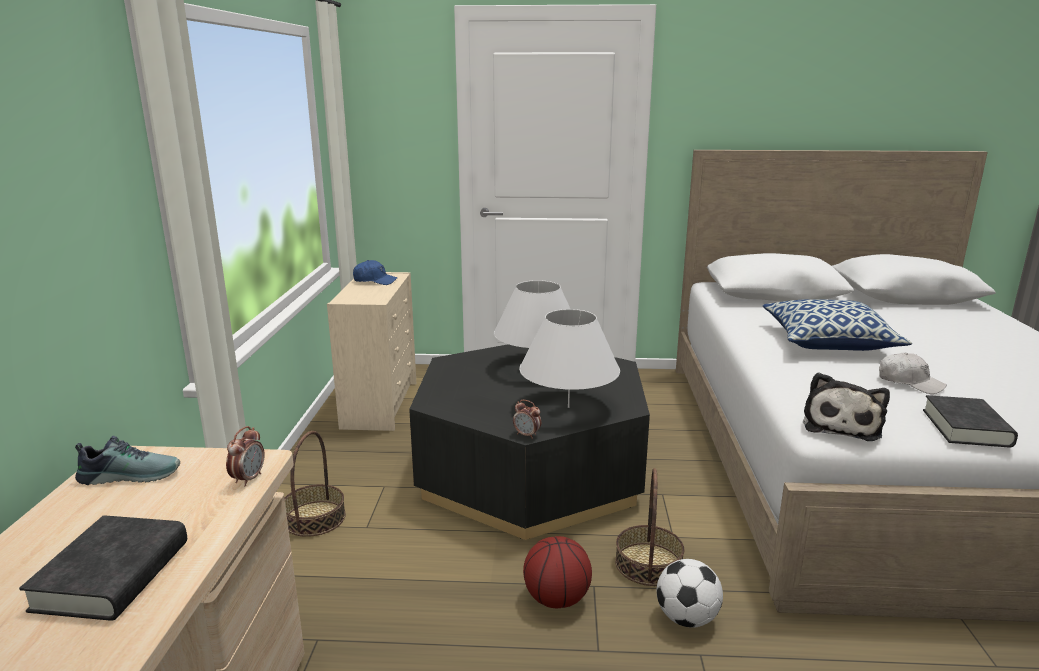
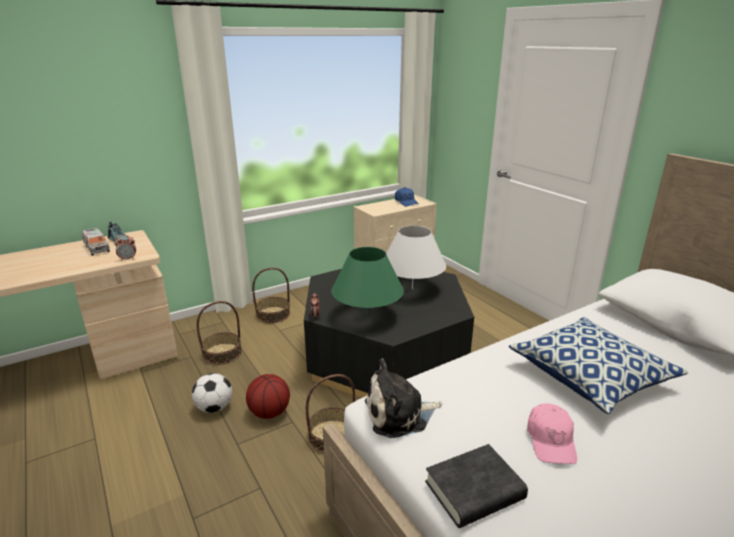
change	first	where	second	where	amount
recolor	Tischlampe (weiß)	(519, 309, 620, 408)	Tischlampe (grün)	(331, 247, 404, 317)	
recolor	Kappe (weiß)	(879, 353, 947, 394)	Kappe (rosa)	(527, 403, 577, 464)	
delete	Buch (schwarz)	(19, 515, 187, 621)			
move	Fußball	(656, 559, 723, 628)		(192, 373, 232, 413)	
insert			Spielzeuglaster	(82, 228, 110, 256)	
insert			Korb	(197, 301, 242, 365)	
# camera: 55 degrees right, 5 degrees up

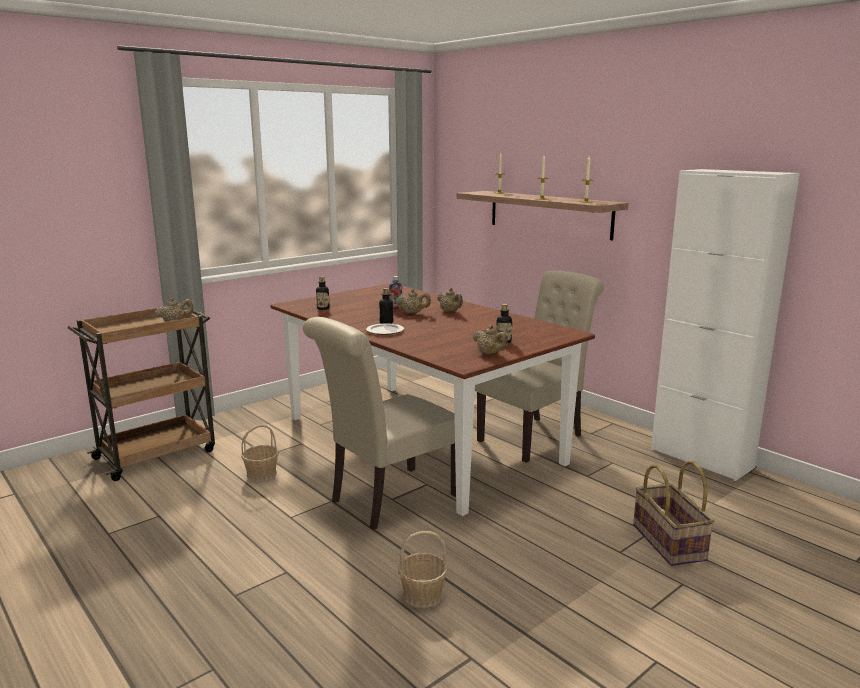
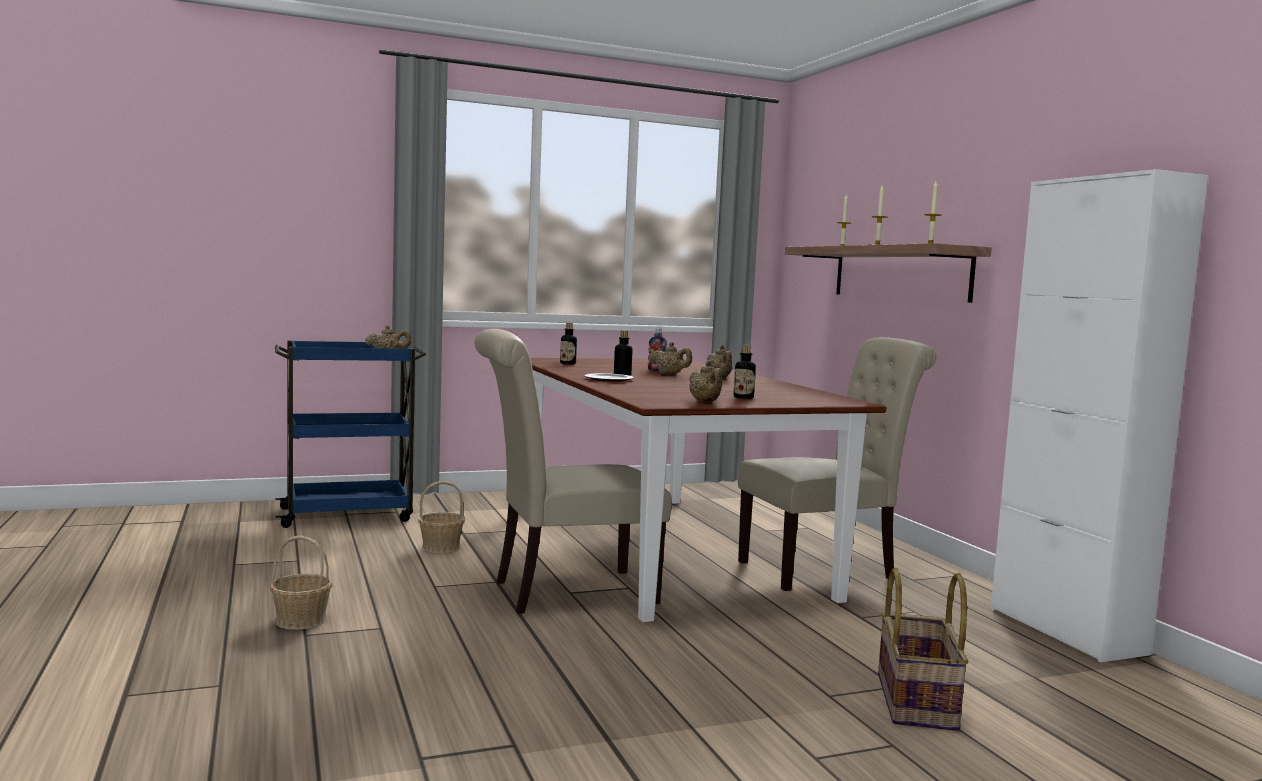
change	first	where	second	where	amount
recolor	Rollwagen (braun)	(68, 306, 215, 481)	Rollwagen (blau)	(275, 341, 426, 528)	
move	Korb	(398, 531, 448, 608)		(270, 535, 333, 630)	
# camera: 20 degrees right, 10 degrees down

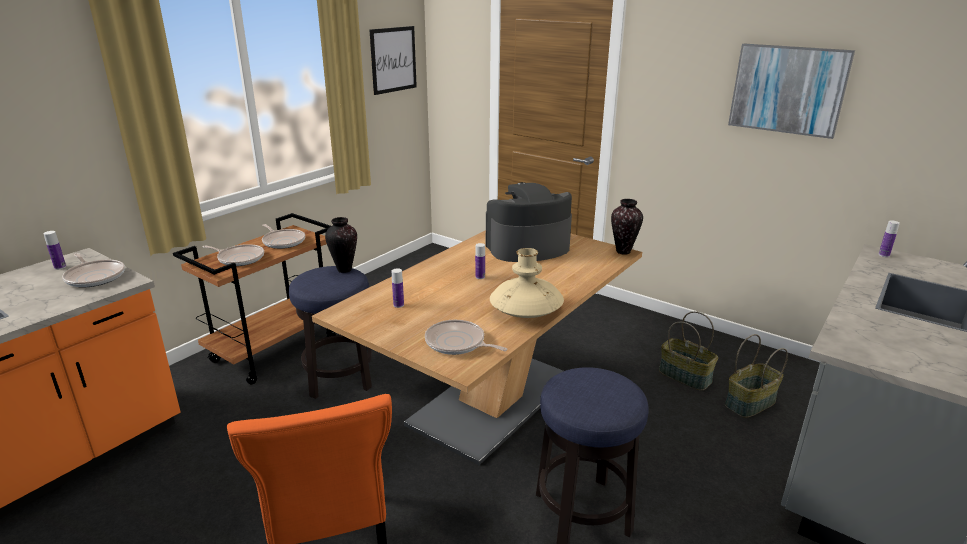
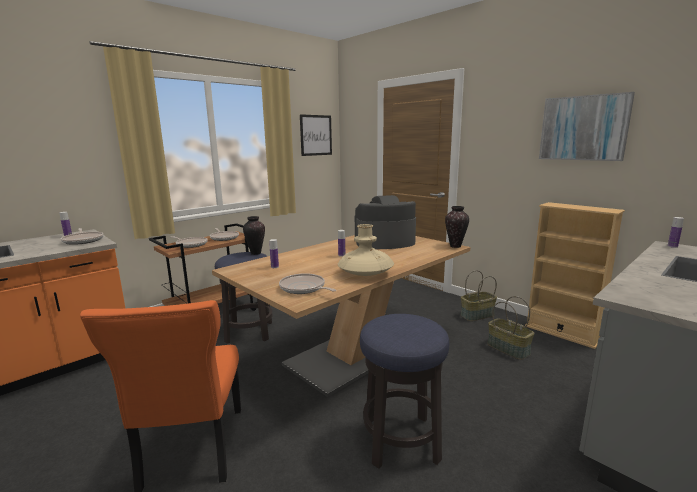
change	first	where	second	where	amount
move	Korb	(725, 334, 788, 418)		(460, 270, 497, 321)	
insert			Bücherregal (beige)	(525, 202, 625, 349)	
# camera: 10 degrees right, 10 degrees down

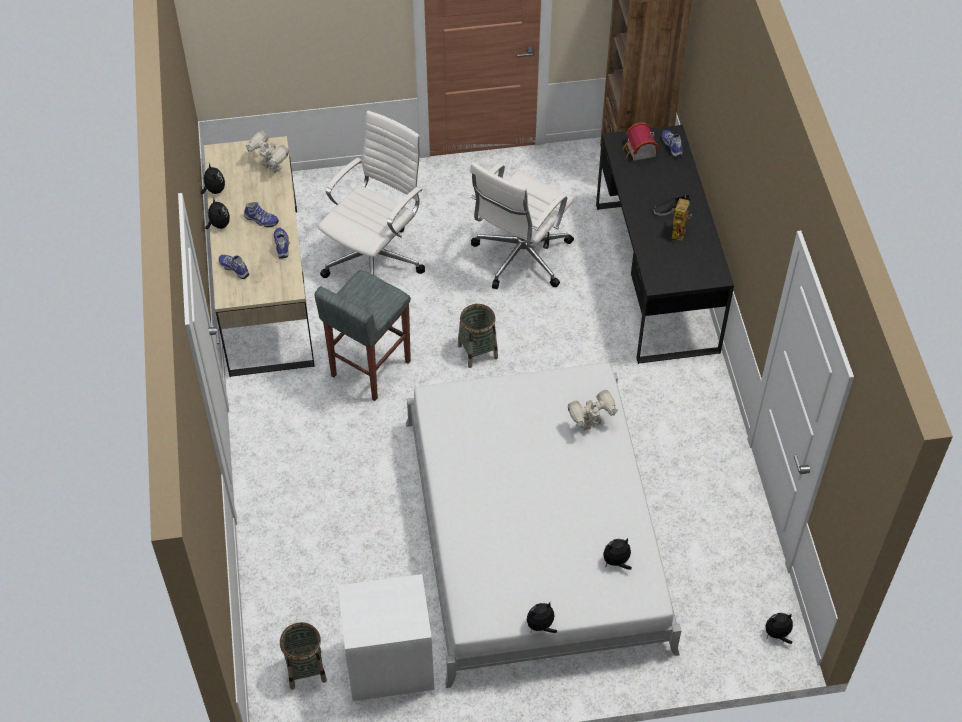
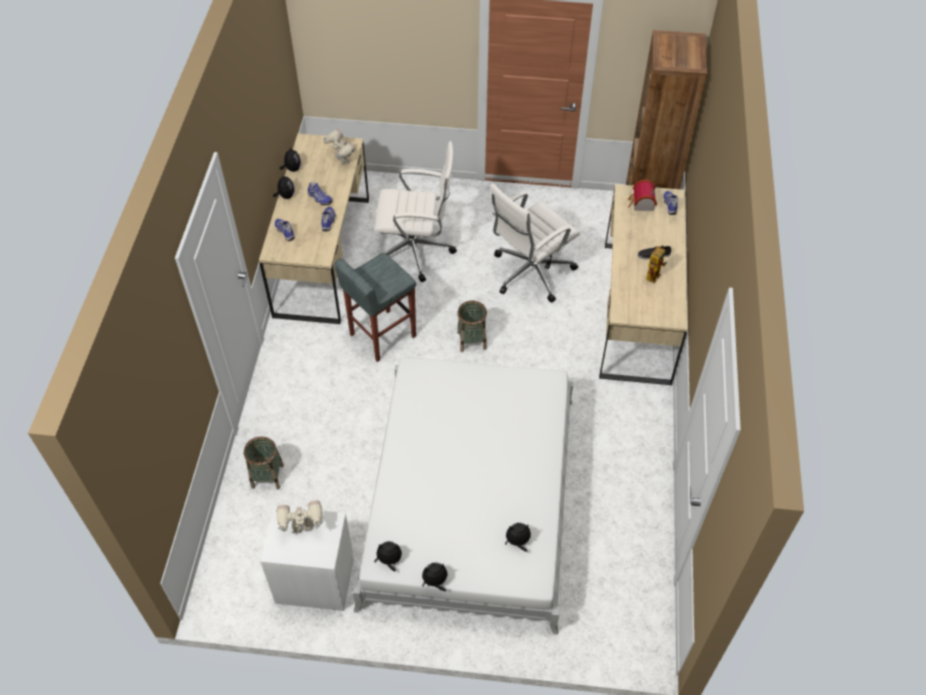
change	first	where	second	where	amount
rotate	Bürostuhl (weiß)	(318, 110, 425, 278)		(375, 141, 457, 282)	45 degrees clockwise
recolor	Schreibtisch (schwarz)	(596, 125, 734, 364)	Schreibtisch (beige)	(599, 184, 688, 386)	
move	Spielzeugroboter	(568, 390, 618, 431)		(277, 500, 323, 533)	
move	Plüschtier	(765, 613, 793, 644)		(374, 541, 402, 572)	
move	Korb	(280, 622, 327, 689)		(244, 436, 284, 489)	
# camera: 15 degrees right, 0 degrees up

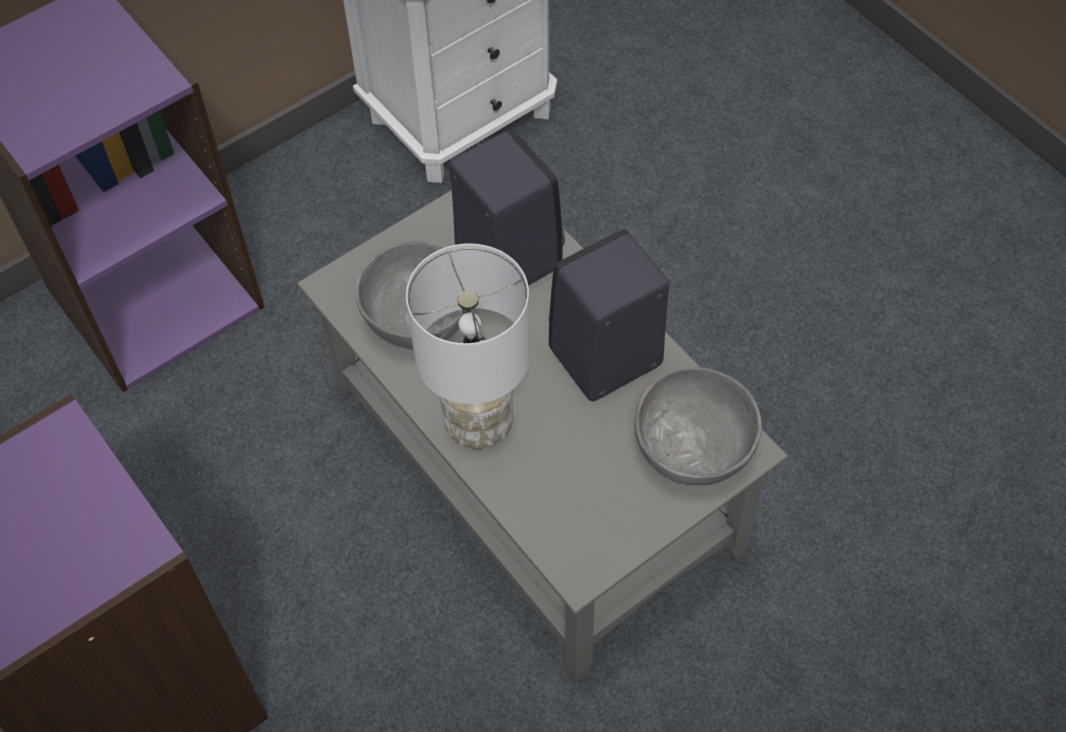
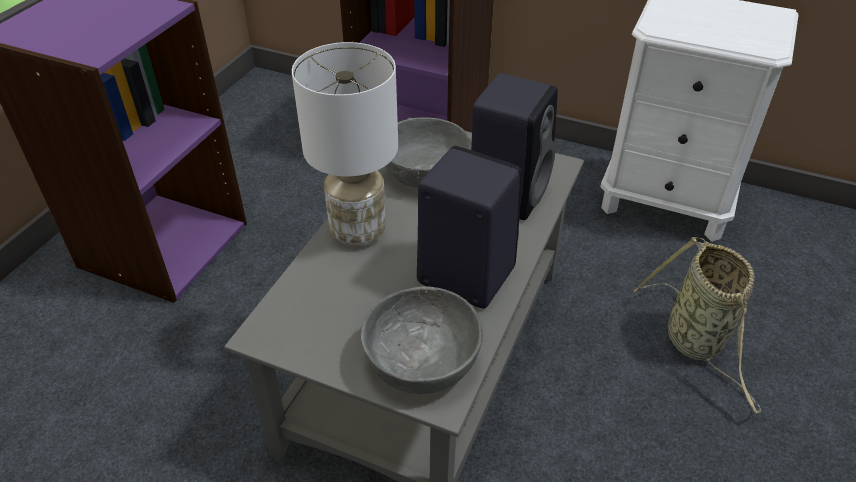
change	first	where	second	where	amount
insert			Korb	(633, 237, 761, 413)	
# camera: 60 degrees right, 15 degrees down

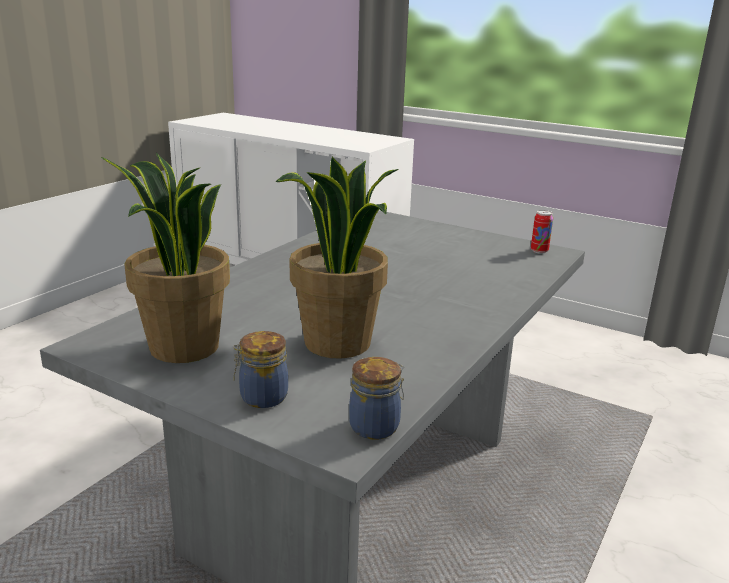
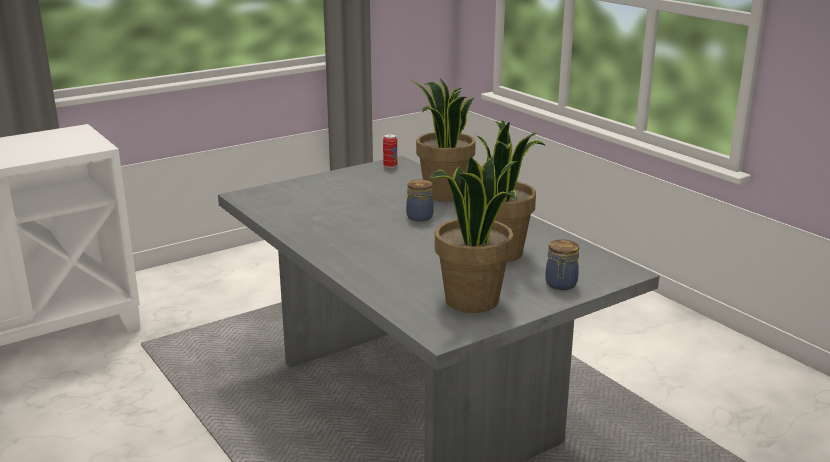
change	first	where	second	where	amount
move	Vorratsglas	(349, 357, 404, 439)		(406, 179, 434, 222)	
insert			Topfpflanze	(410, 78, 476, 201)	
# camera: 65 degrees left, 0 degrees up

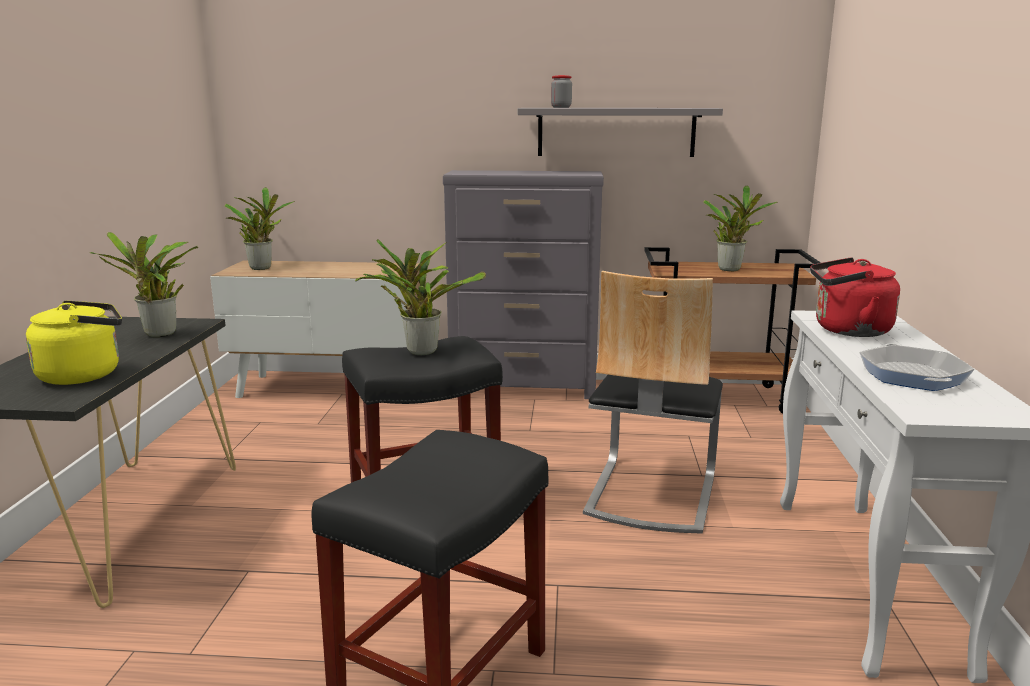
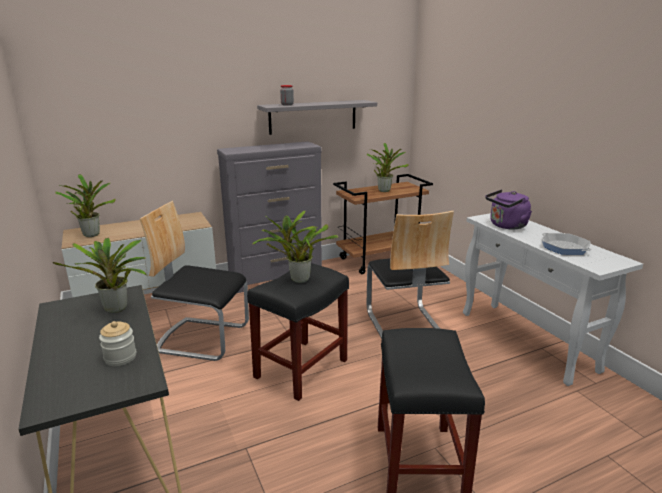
change	first	where	second	where	amount
recolor	Wasserkessel (rot)	(810, 257, 900, 337)	Wasserkessel (lila)	(485, 190, 532, 230)	
replace	Wasserkessel (gelb)	(26, 300, 122, 385)	Vorratsglas	(99, 321, 136, 366)	
insert			Stuhl	(140, 201, 249, 361)	
# camera: 30 degrees left, 5 degrees up

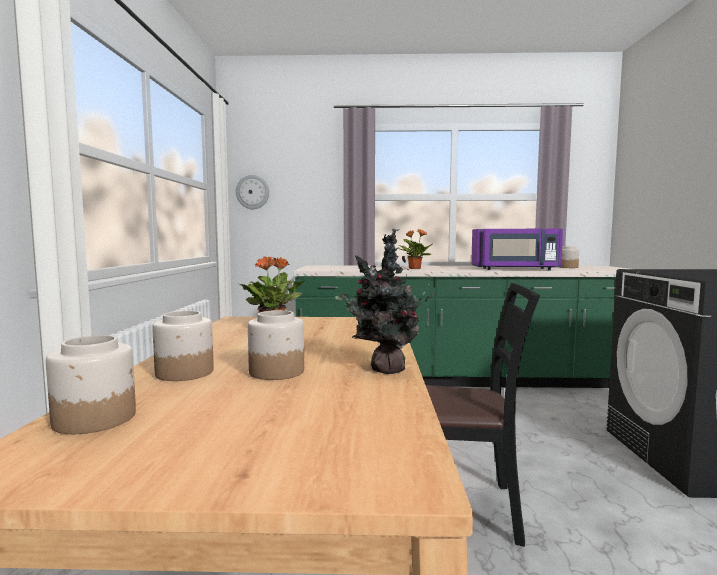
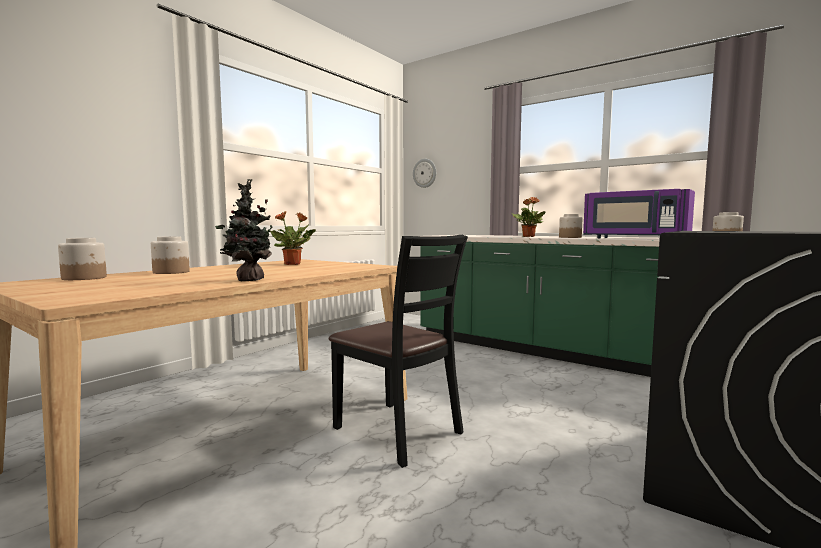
change	first	where	second	where	amount
move	Vorratsglas	(248, 310, 304, 380)		(559, 214, 582, 238)	
# camera: 35 degrees right, 0 degrees up

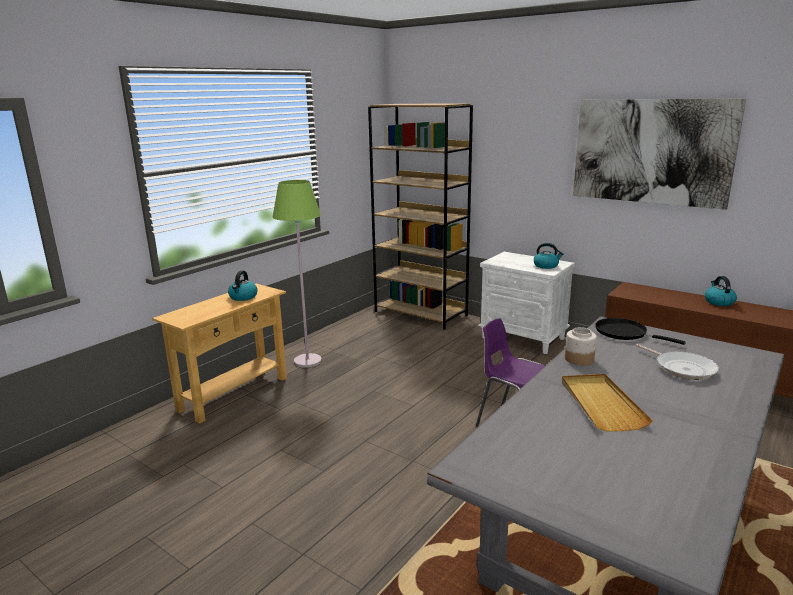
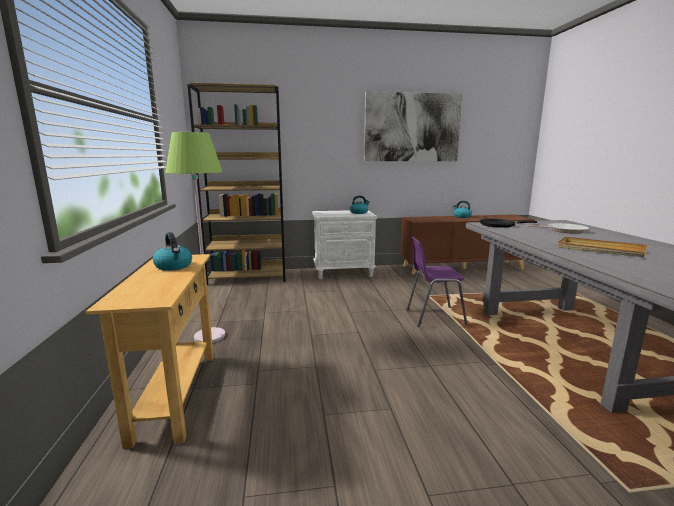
change	first	where	second	where	amount
delete	Vorratsglas	(565, 327, 597, 365)			
# camera: 45 degrees left, 5 degrees down

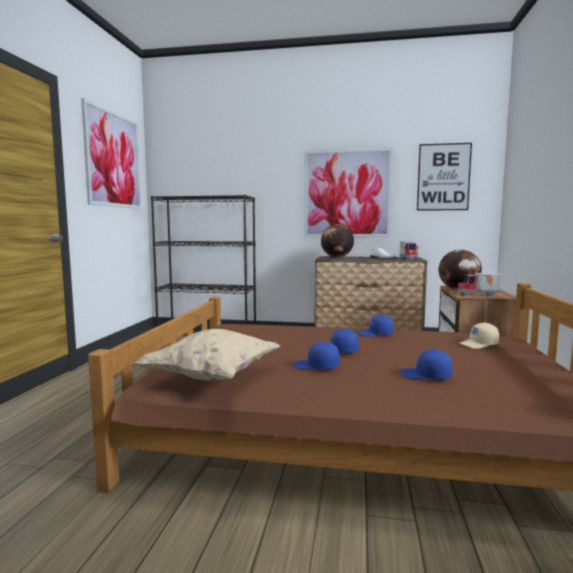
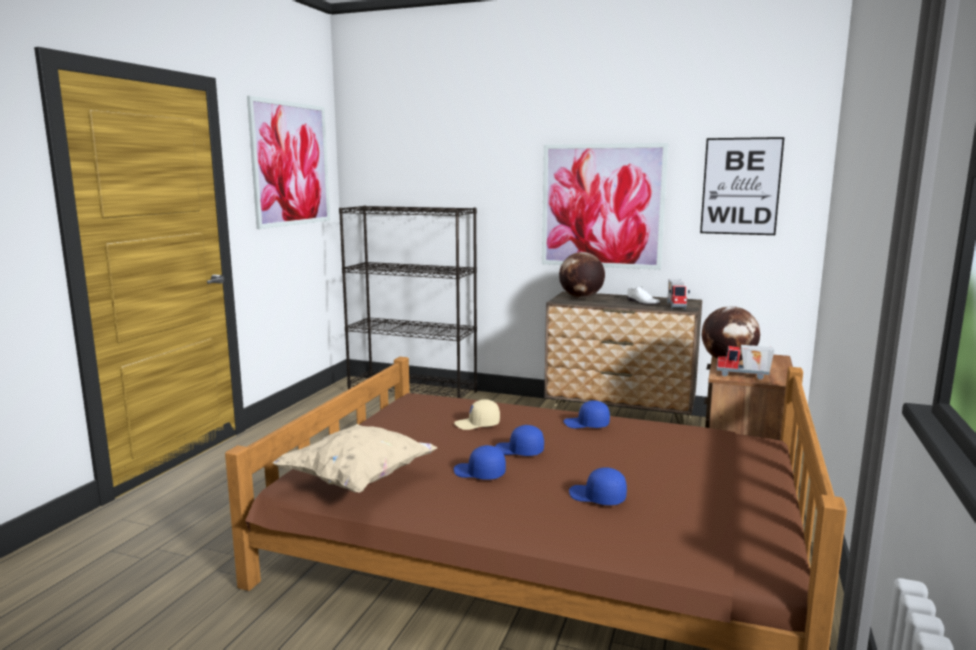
change	first	where	second	where	amount
move	Kappe (beige)	(460, 323, 499, 349)		(454, 399, 500, 430)	
# camera: 10 degrees right, 5 degrees up

